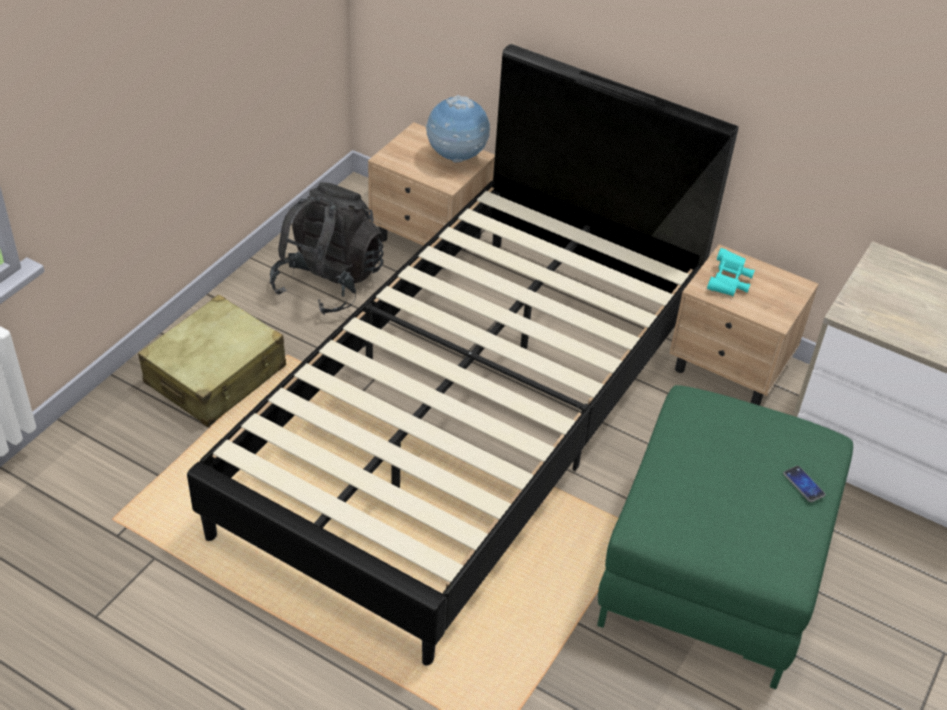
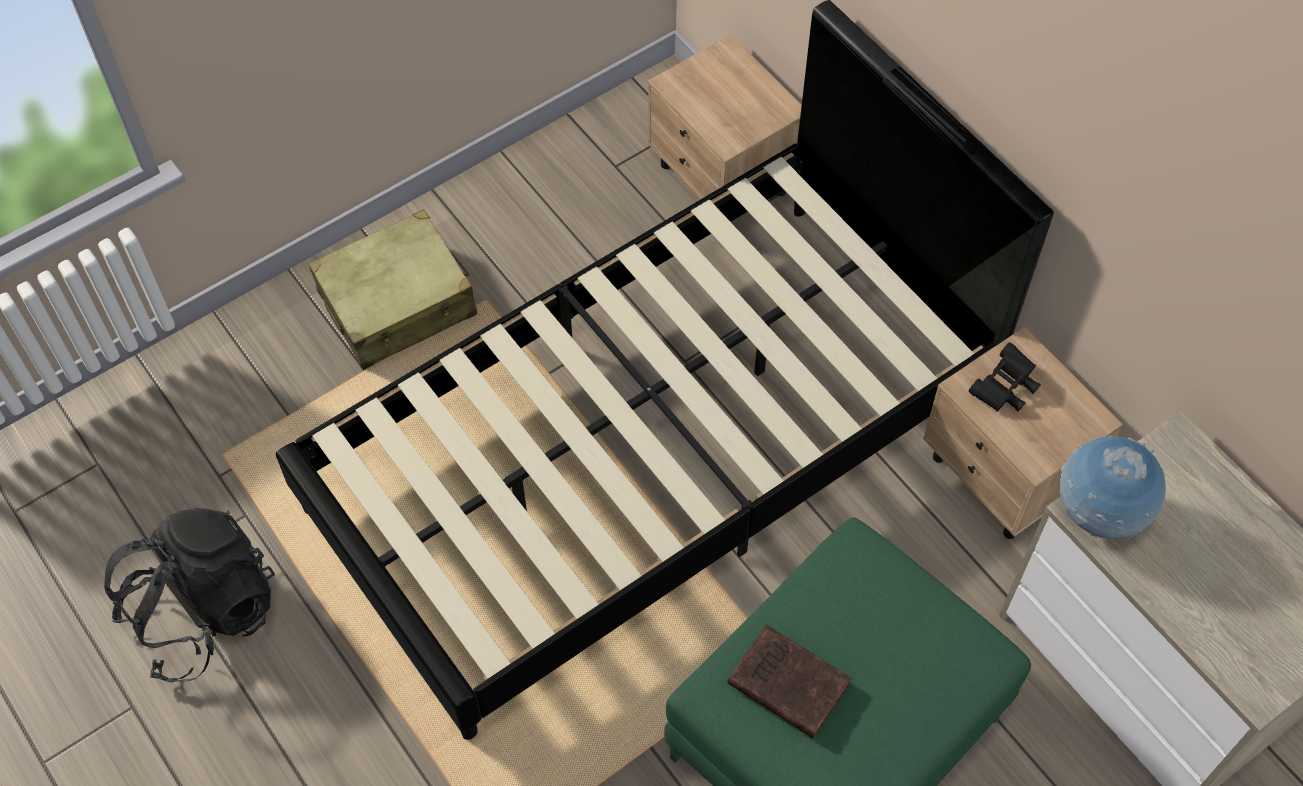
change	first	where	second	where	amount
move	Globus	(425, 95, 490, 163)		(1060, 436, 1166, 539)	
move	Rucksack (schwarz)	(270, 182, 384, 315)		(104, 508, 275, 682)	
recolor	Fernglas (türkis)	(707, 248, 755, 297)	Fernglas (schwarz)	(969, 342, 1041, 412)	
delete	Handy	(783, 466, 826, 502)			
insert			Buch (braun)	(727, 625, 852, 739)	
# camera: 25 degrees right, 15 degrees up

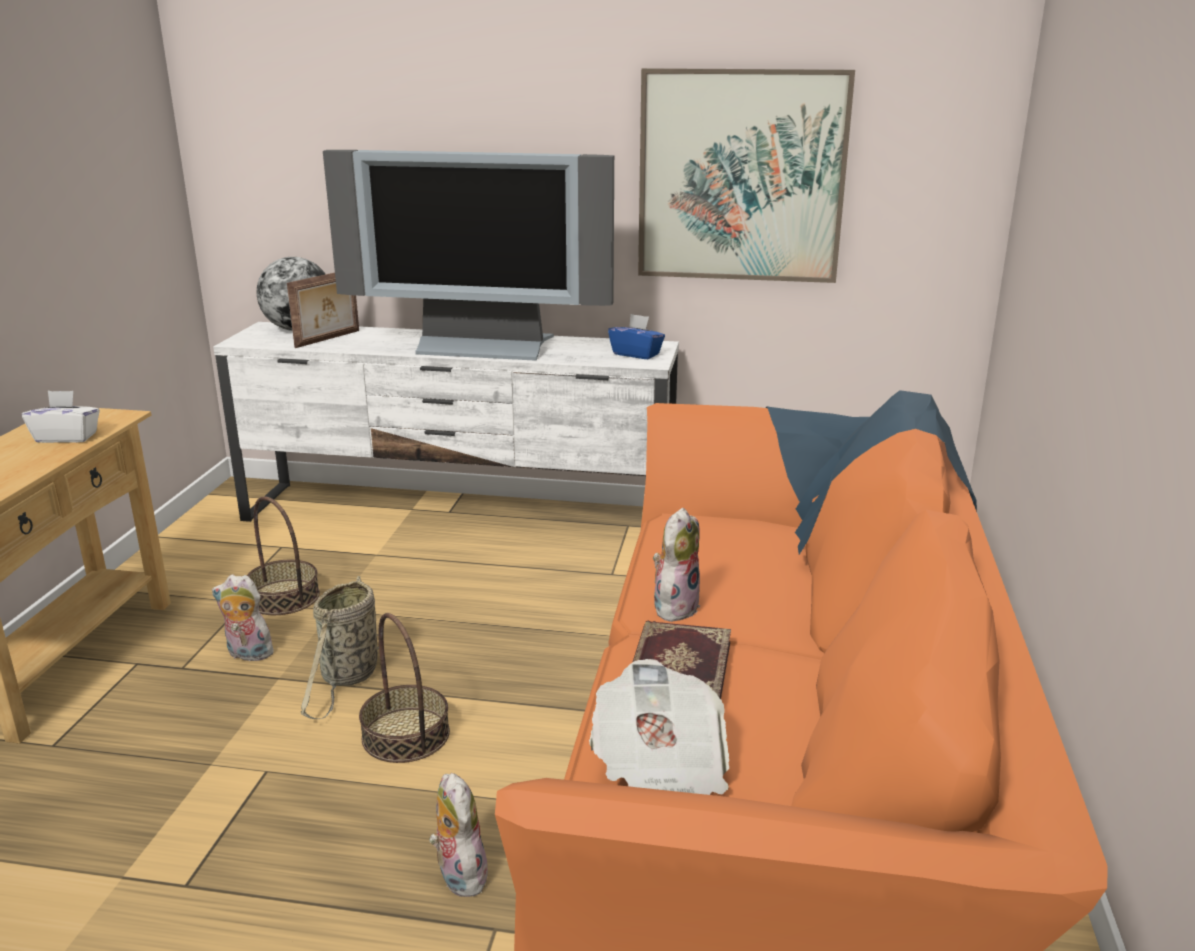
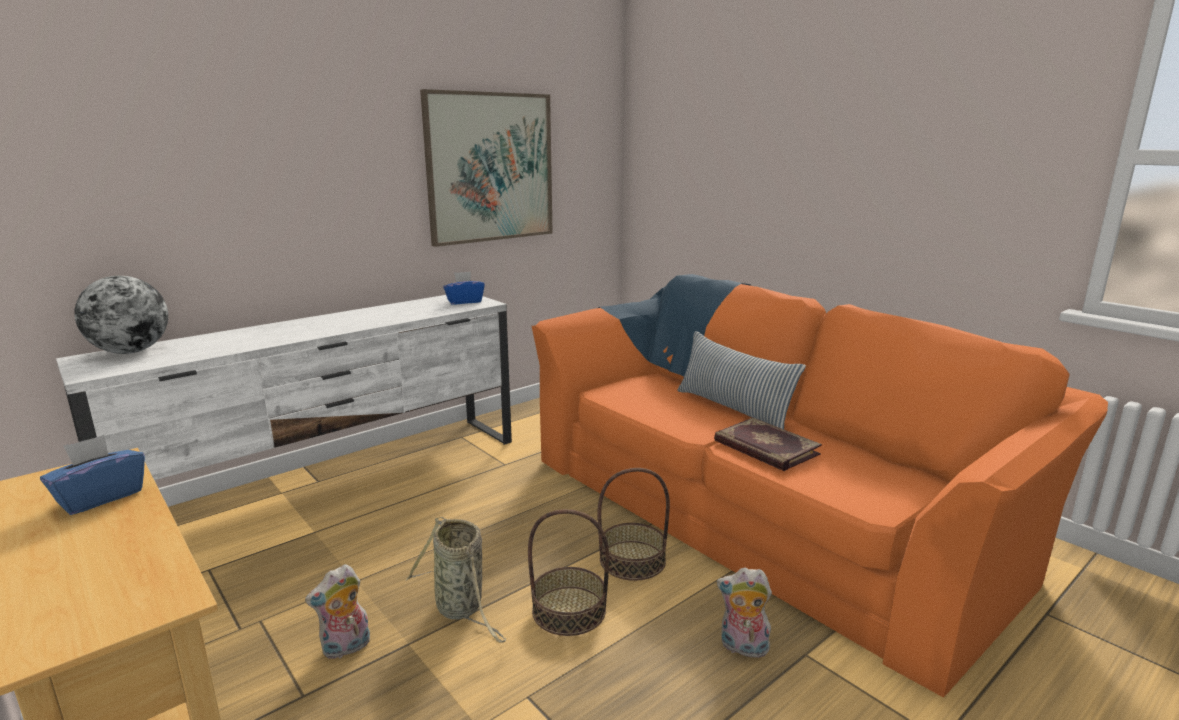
change	first	where	second	where	amount
delete	Fernseher	(323, 150, 614, 361)			
delete	Bilderrahmen	(287, 273, 359, 348)			
recolor	Taschentuchbox (weiß)	(22, 391, 100, 443)	Taschentuchbox (blau)	(40, 435, 145, 515)	
move	Korb	(247, 496, 320, 615)		(597, 468, 670, 581)	
delete	Plüschtier	(653, 508, 700, 622)			
delete	Zeitung	(589, 659, 729, 795)			
insert			Kissen	(677, 331, 806, 429)	
# camera: 50 degrees left, 5 degrees down

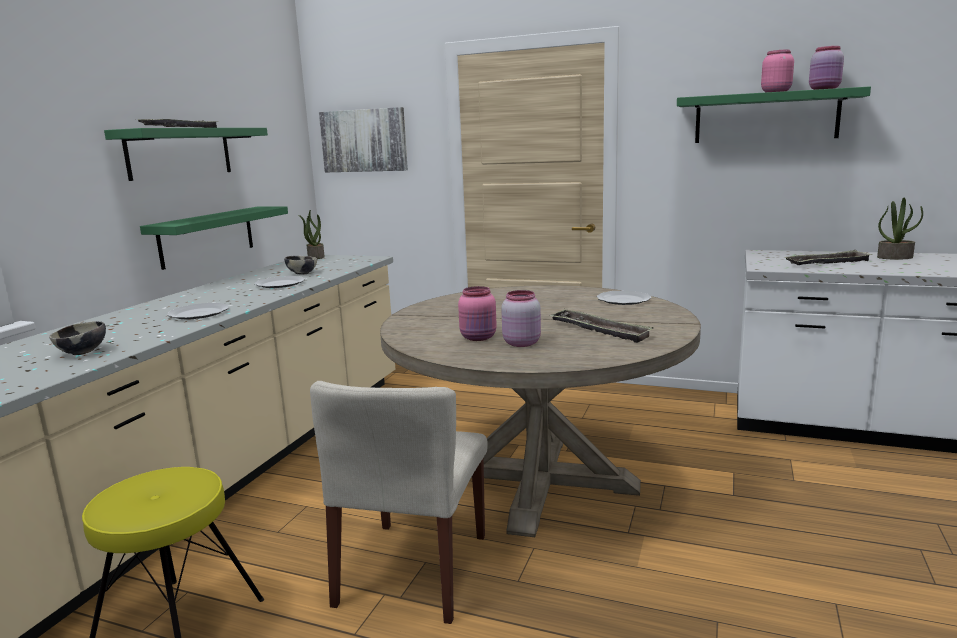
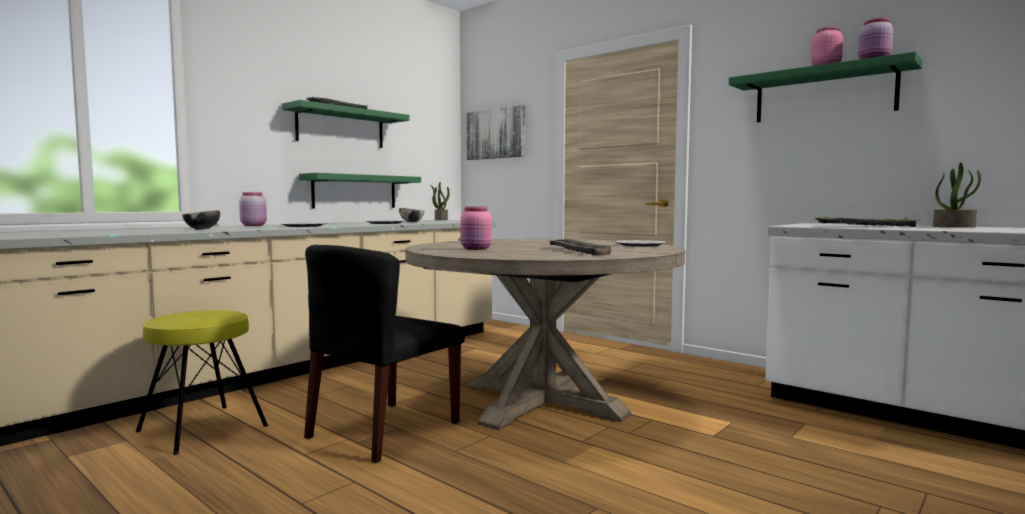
change	first	where	second	where	amount
move	Vorratsglas (rosa)	(501, 290, 541, 347)		(239, 192, 267, 226)	
recolor	Stuhl (beige)	(310, 381, 488, 624)	Stuhl (schwarz)	(304, 245, 465, 463)	
# camera: 20 degrees right, 10 degrees down

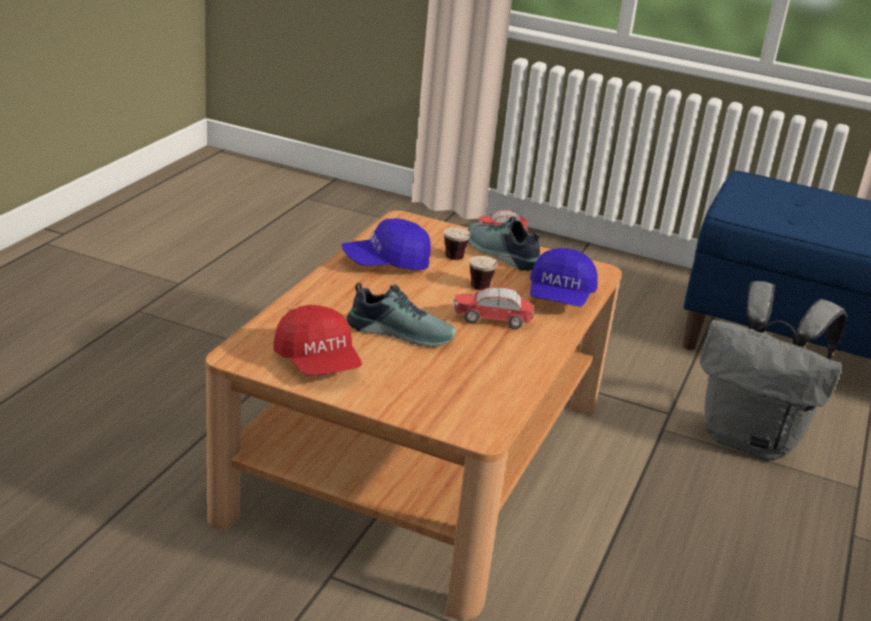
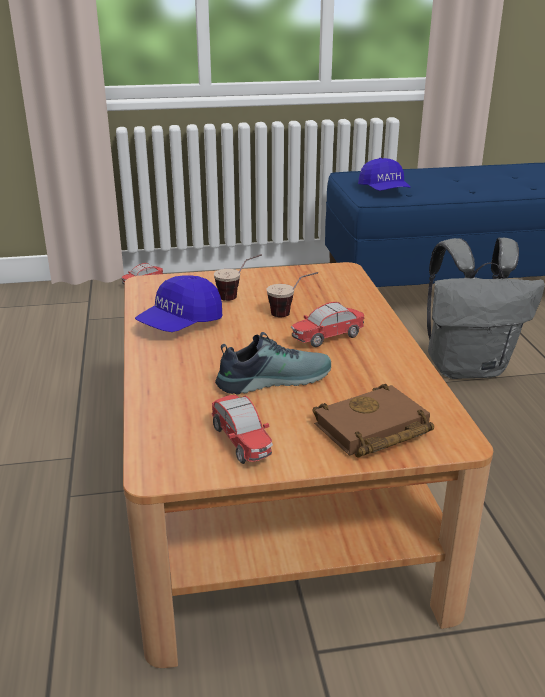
change	first	where	second	where	amount
delete	Schuh	(468, 216, 540, 271)			
move	Kappe (blau)	(530, 248, 598, 306)		(358, 158, 411, 191)	
replace	Kappe (rot)	(273, 305, 362, 376)	Spielzeugauto	(211, 395, 273, 464)	
insert			Buch (braun)	(312, 384, 434, 458)	
# camera: 30 degrees left, 0 degrees up

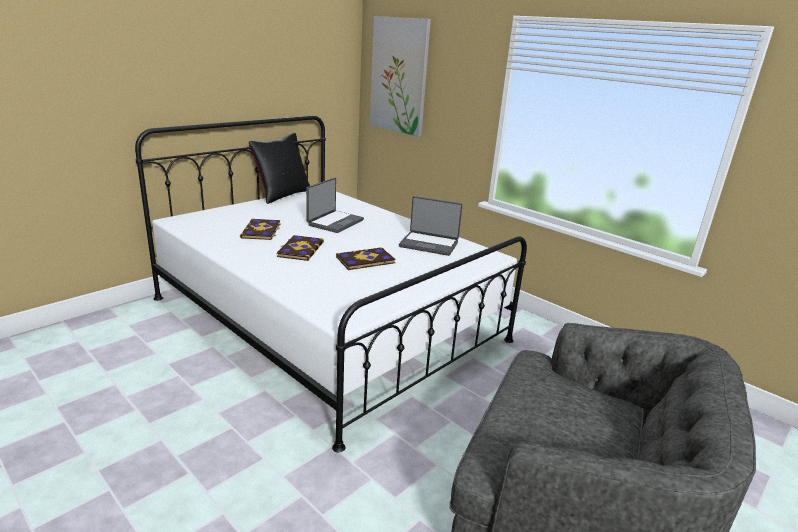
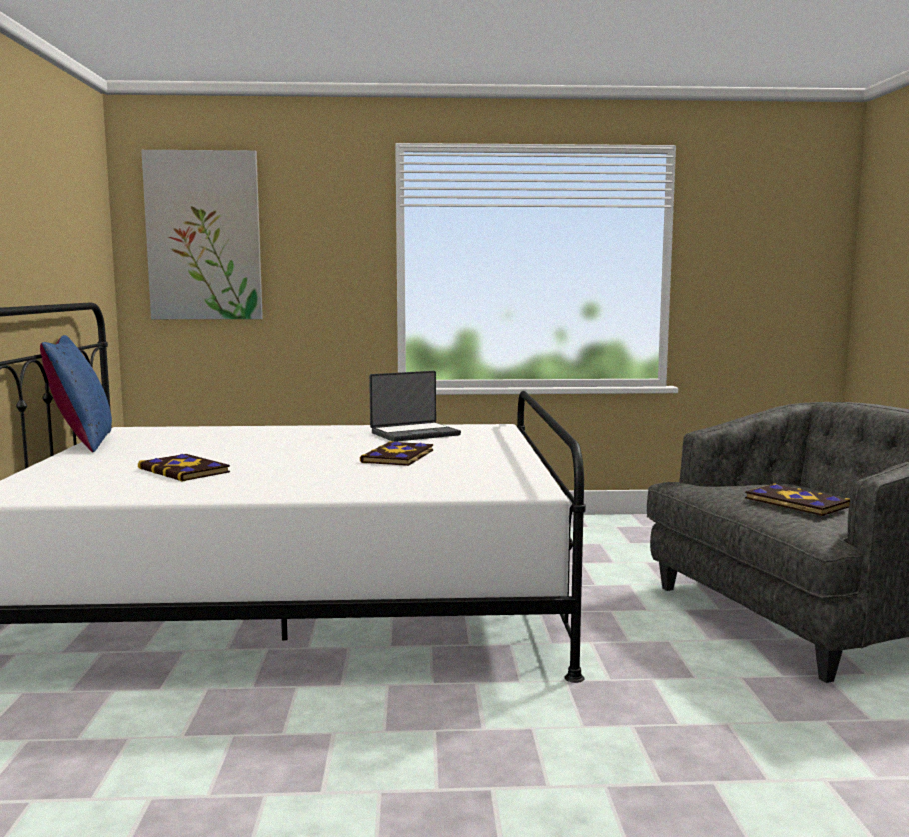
change	first	where	second	where	amount
recolor	Kissen (schwarz)	(249, 133, 310, 204)	Kissen (blau)	(40, 335, 112, 452)	
delete	Laptop	(306, 177, 364, 233)			
move	Buch	(277, 235, 324, 261)		(745, 483, 850, 516)	
# camera: 45 degrees left, 15 degrees down

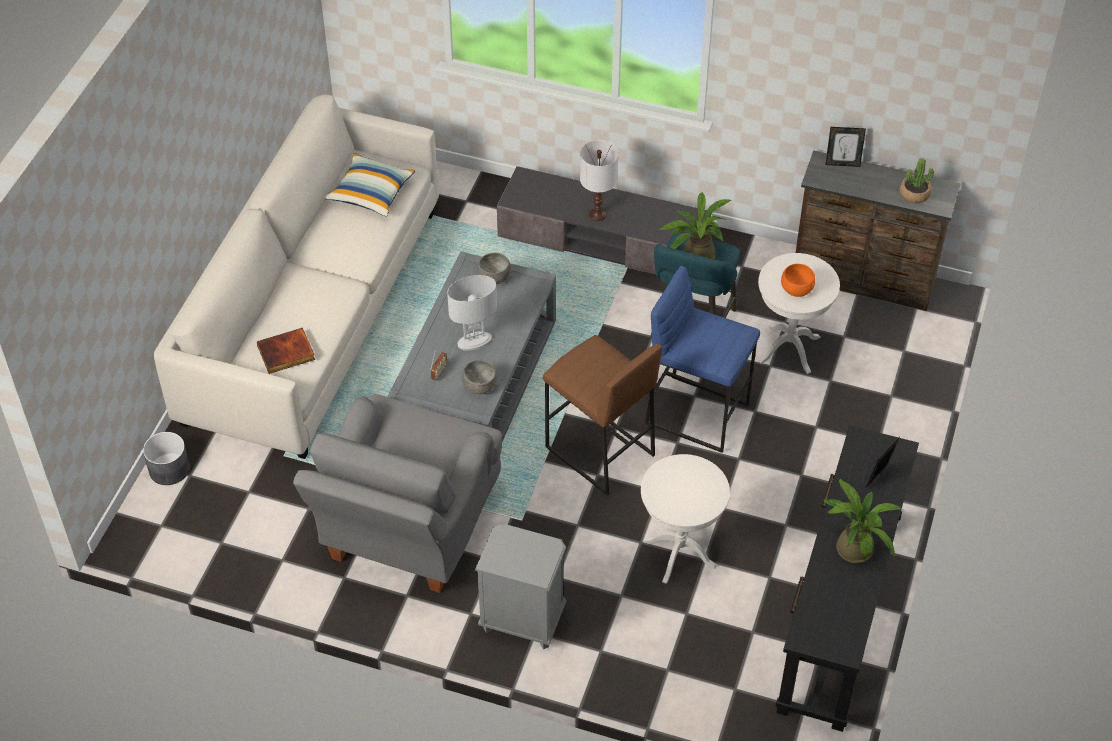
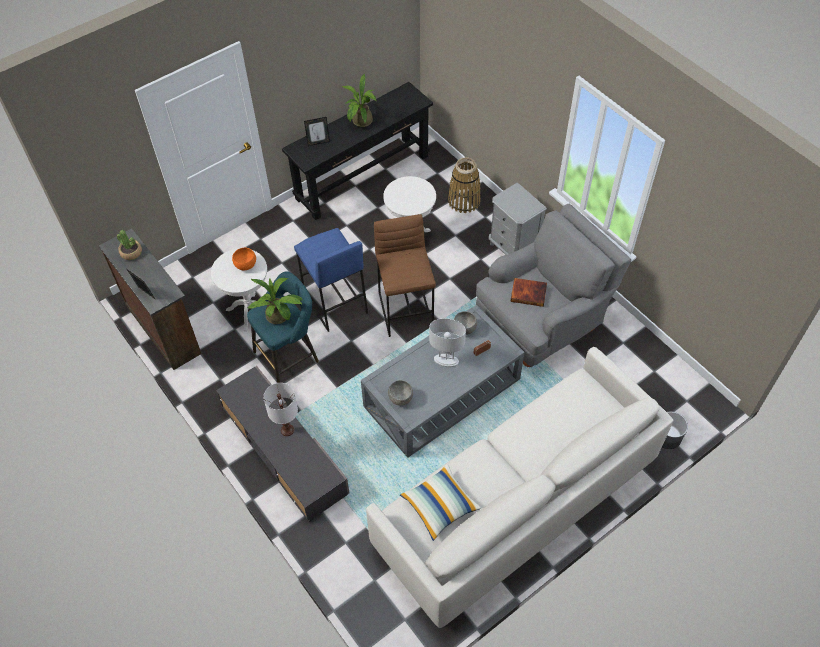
change	first	where	second	where	amount
move	Buch	(257, 328, 315, 374)		(510, 278, 547, 307)	
insert			Korb	(448, 157, 481, 213)	
# camera: 145 degrees left, 5 degrees up

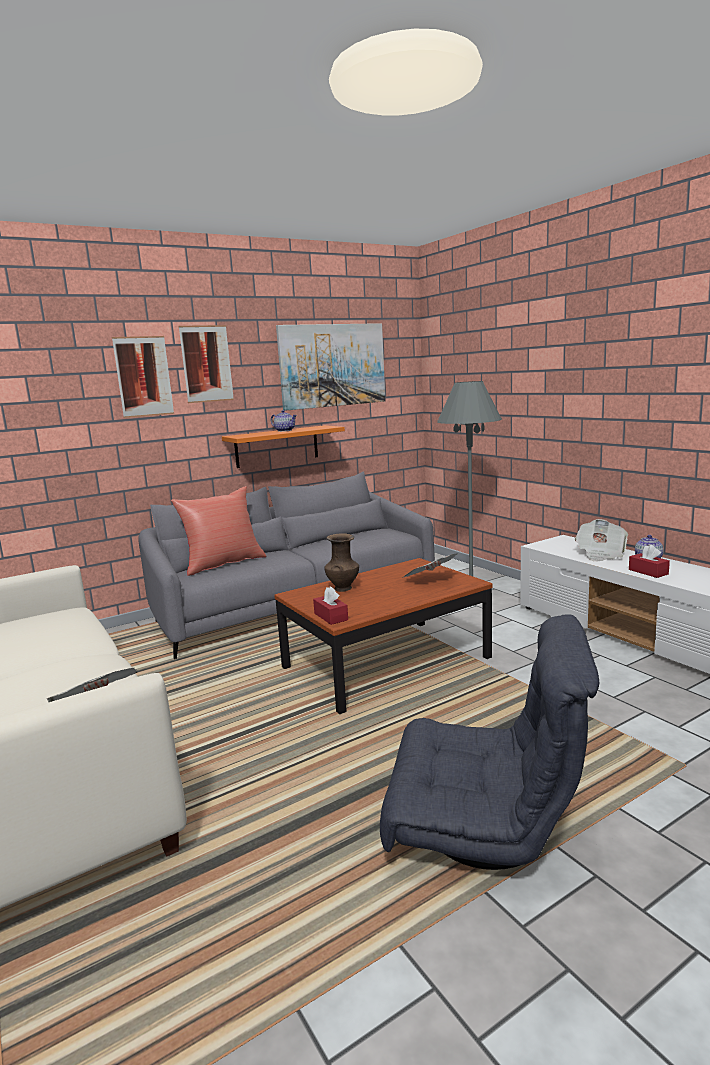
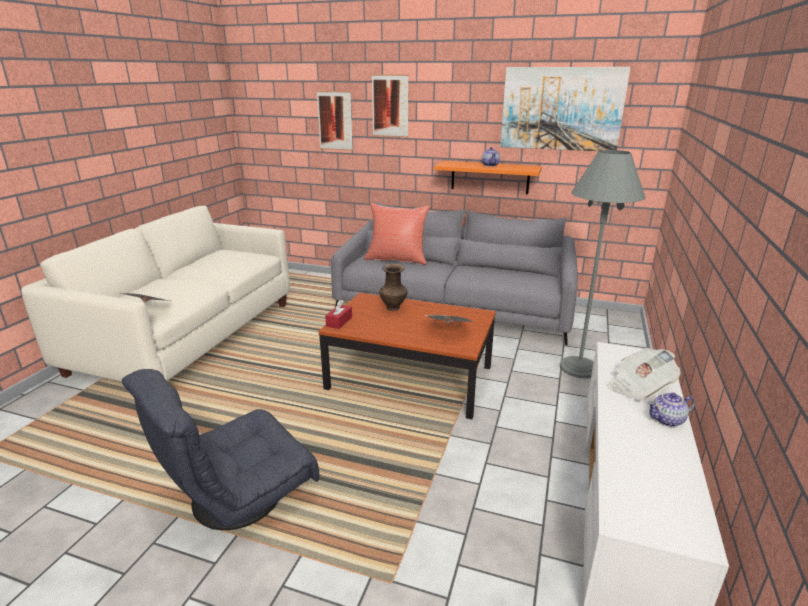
change	first	where	second	where	amount
move	Bild	(179, 325, 234, 403)		(316, 91, 353, 151)	
delete	Taschentuchbox (rot)	(629, 545, 670, 578)			
rotate	Sessel (grau)	(380, 614, 599, 870)		(122, 369, 319, 530)	75 degrees clockwise
# camera: 50 degrees right, 10 degrees up

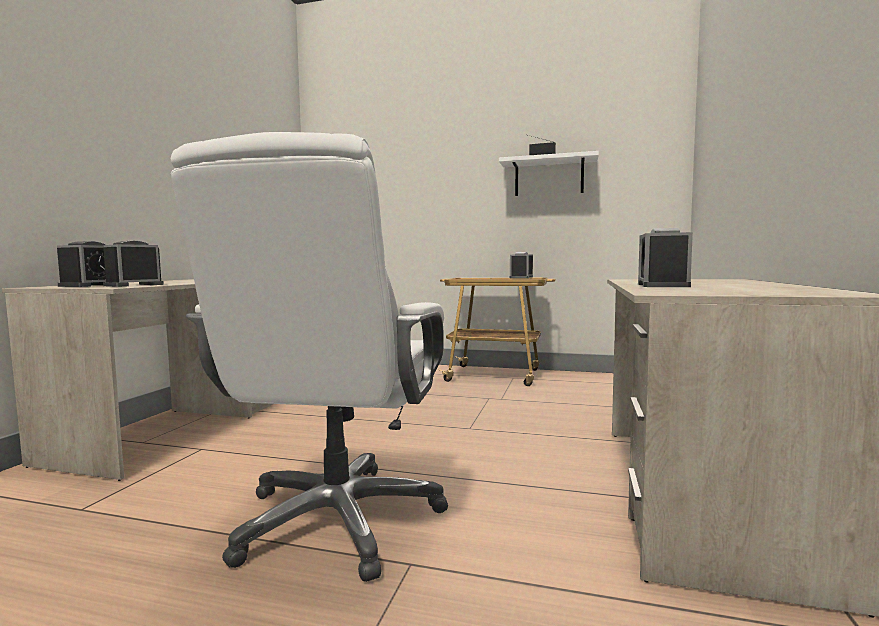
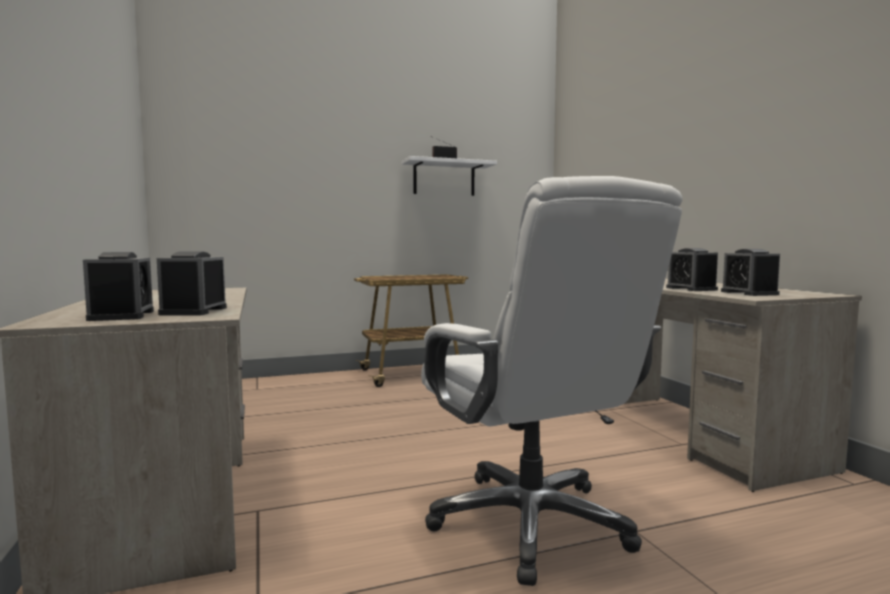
change	first	where	second	where	amount
move	Wecker	(510, 252, 533, 278)		(721, 249, 780, 296)	
# camera: 35 degrees left, 0 degrees up

